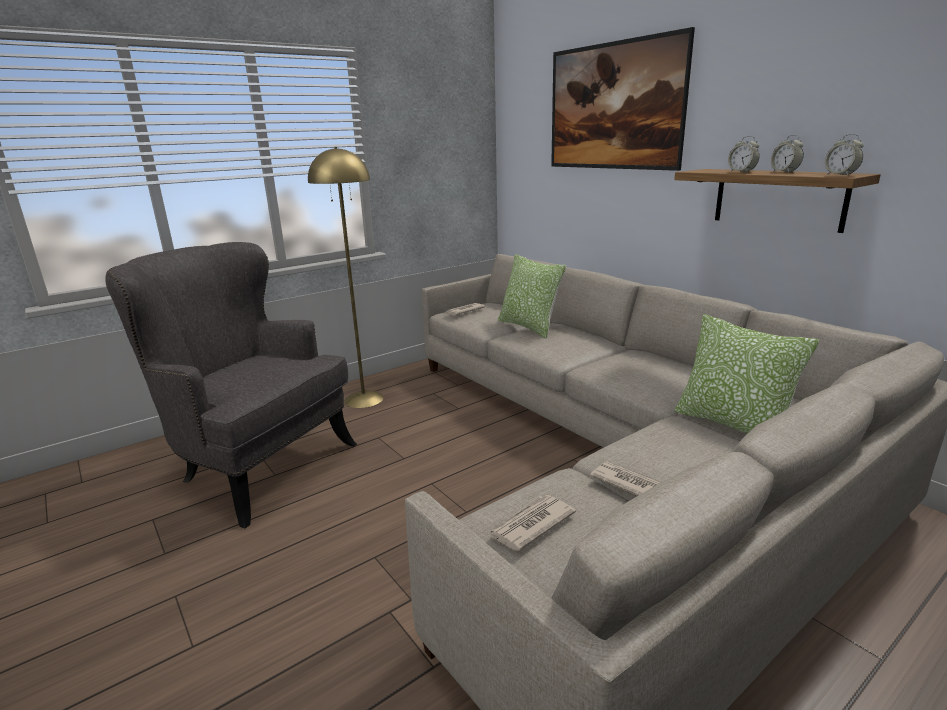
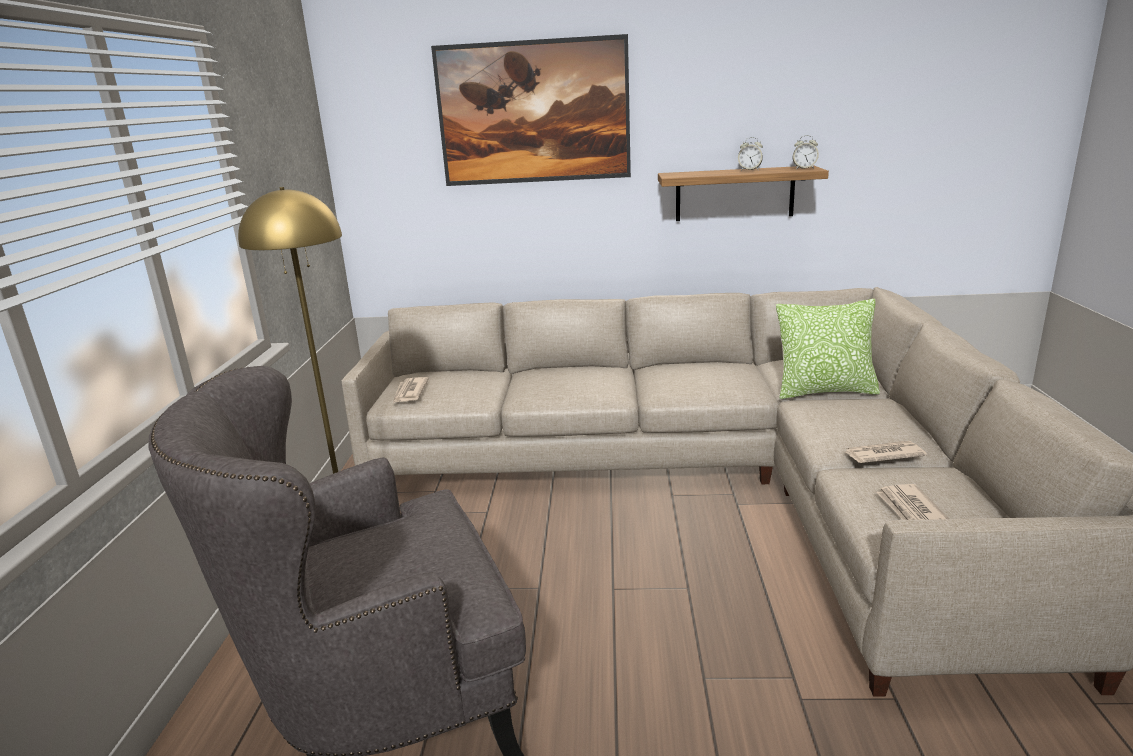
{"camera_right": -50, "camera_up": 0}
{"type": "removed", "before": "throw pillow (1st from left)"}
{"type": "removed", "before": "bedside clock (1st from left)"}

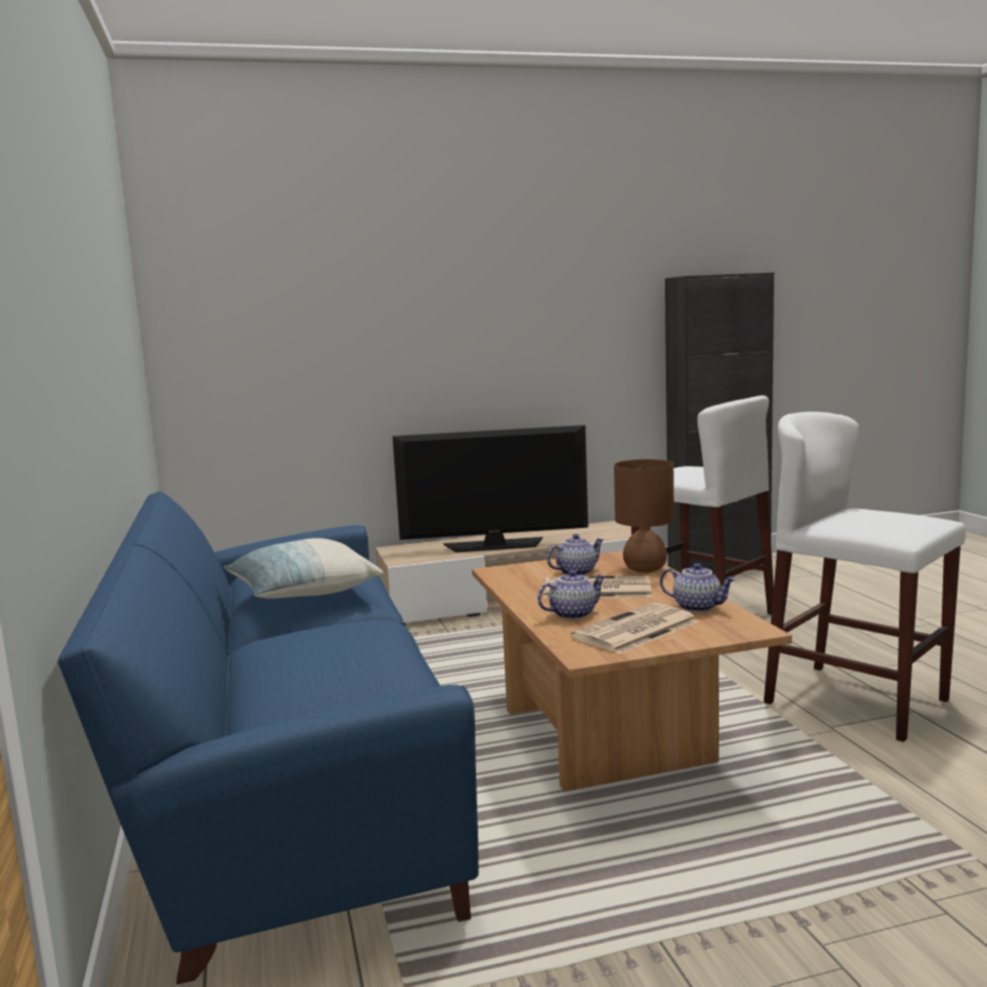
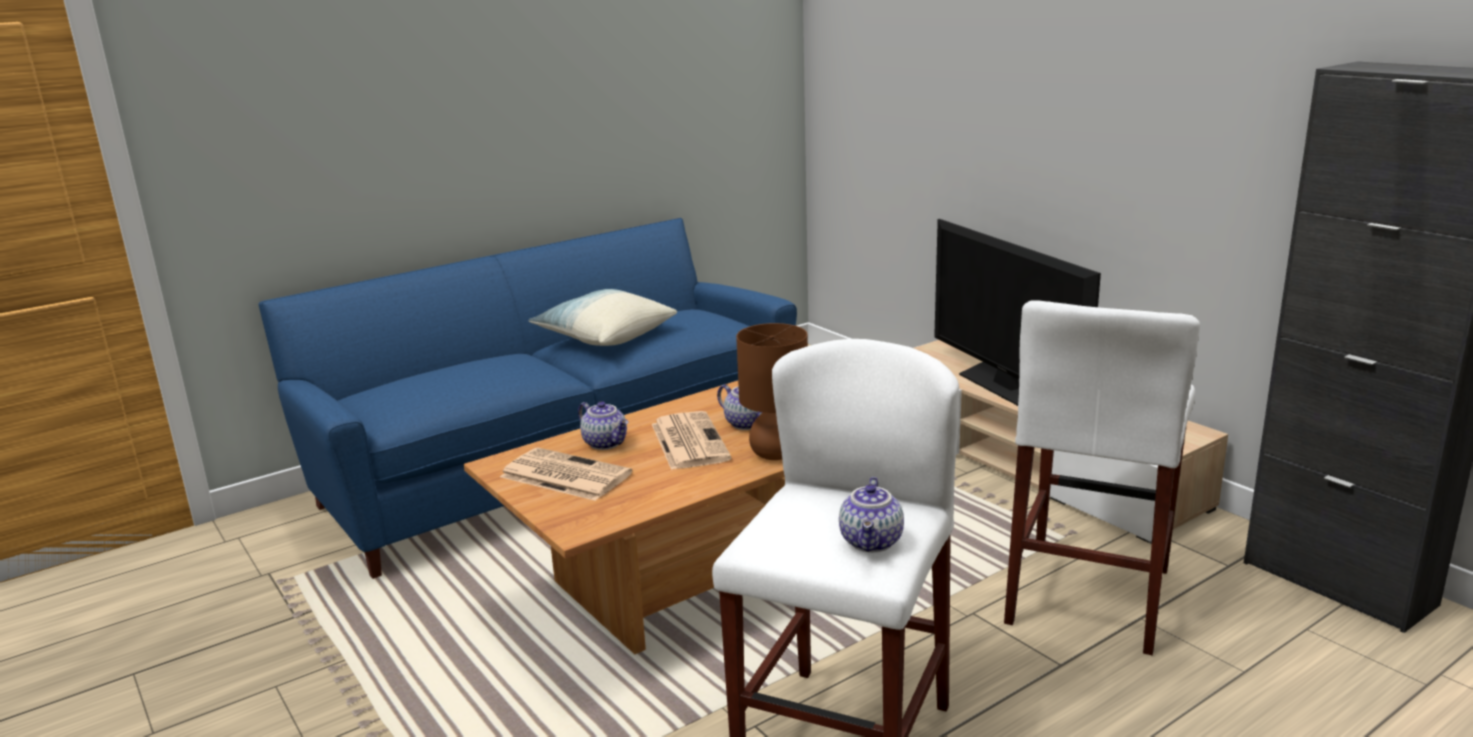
{"camera_right": 70, "camera_up": 10}
{"type": "moved", "before": "teapot (3rd from left)"}

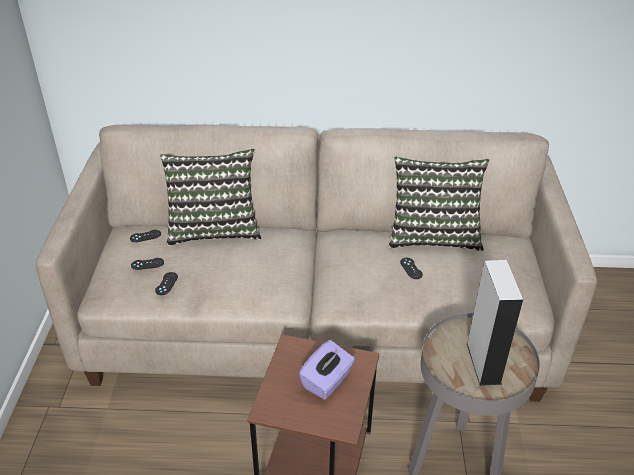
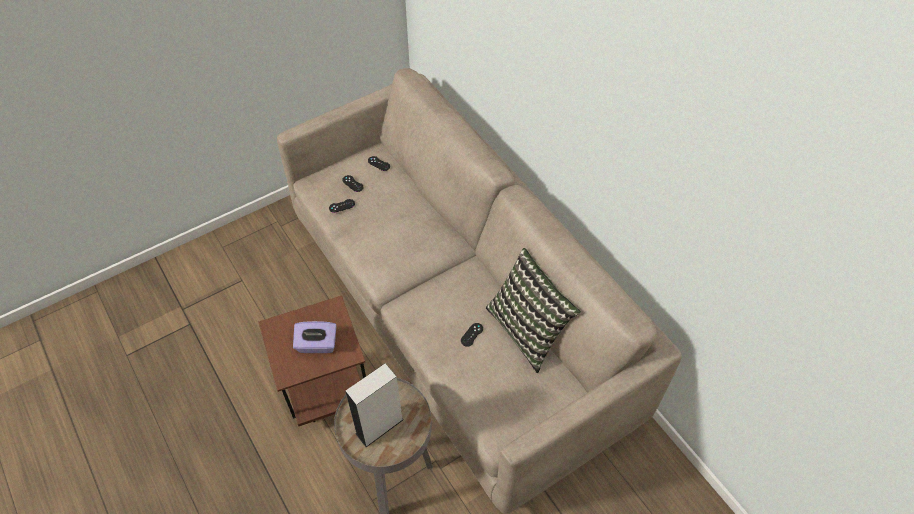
{"camera_right": 55, "camera_up": 15}
{"type": "removed", "before": "throw pillow (1st from left)"}

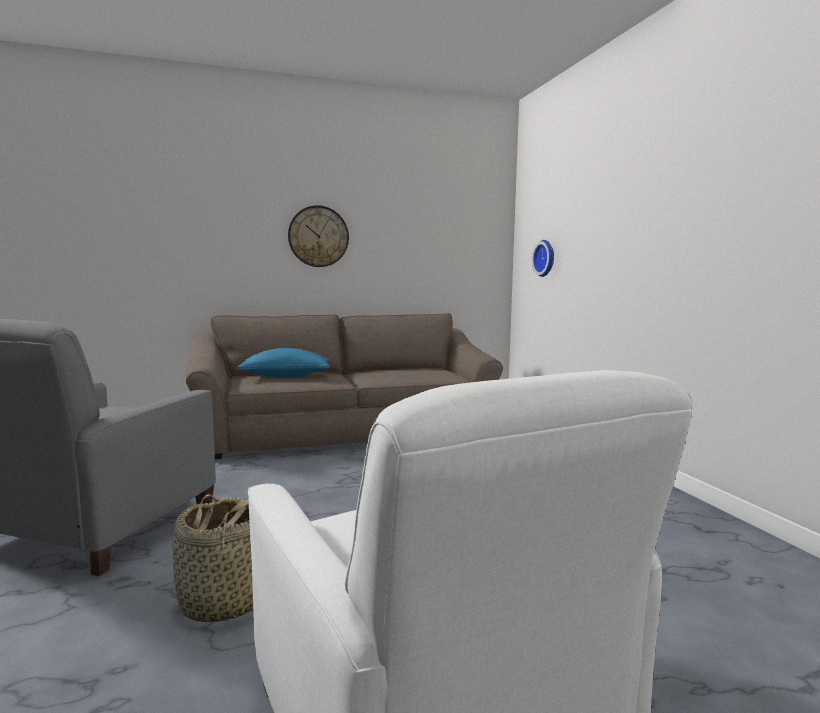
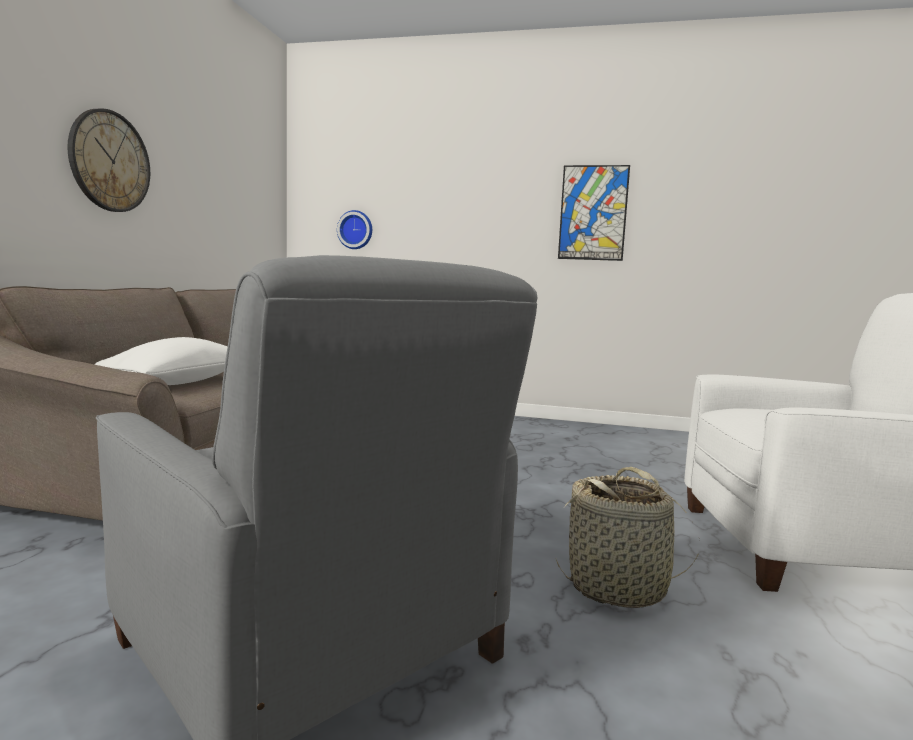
{"camera_right": -60, "camera_up": 0}
{"type": "added", "after": "wall art"}
{"type": "recoloured", "before": "throw pillow/blue", "after": "throw pillow/white"}

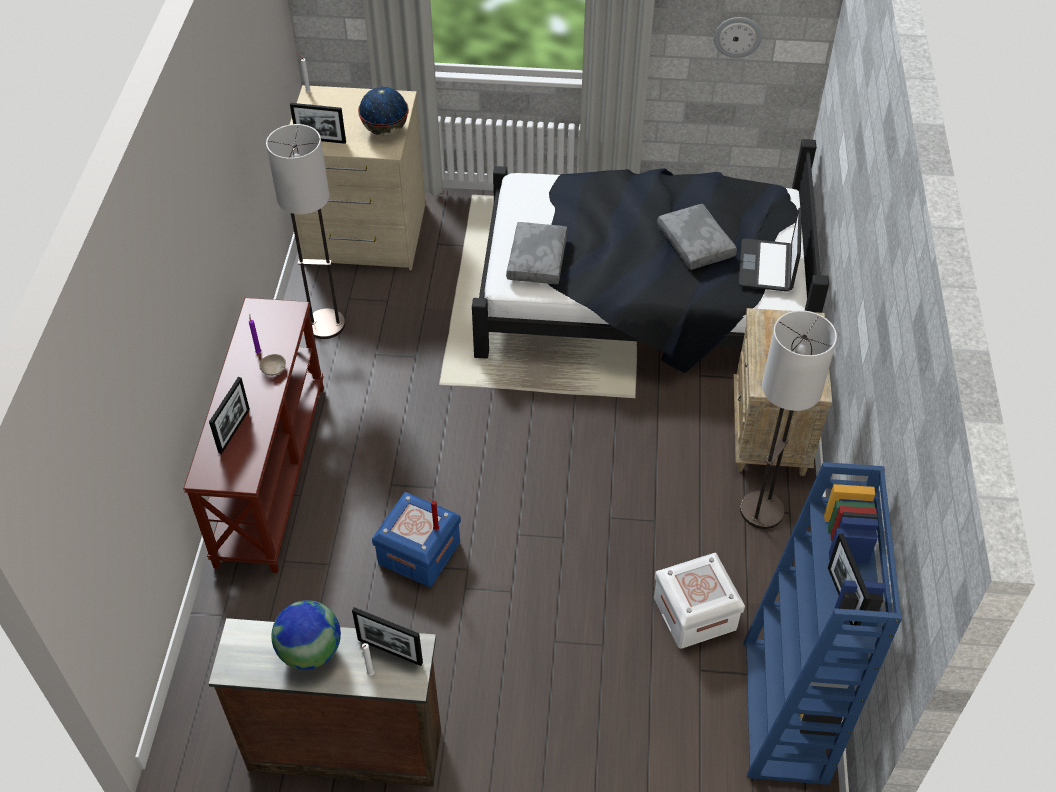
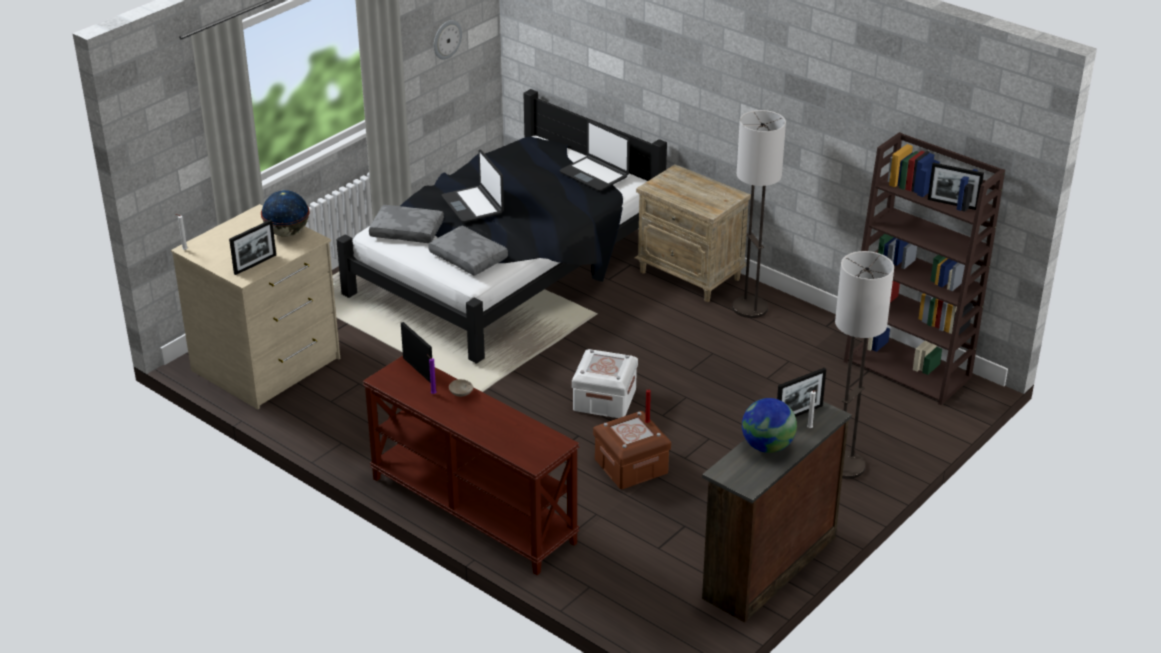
{"camera_right": -55, "camera_up": -15}
{"type": "added", "after": "laptop (1st from left)"}
{"type": "moved", "before": "standing frame (1st from left in the first image)", "after": "standing frame (2nd from left)"}
{"type": "moved", "before": "standing lamp (1st from left in the first image)", "after": "standing lamp (2nd from left)"}
{"type": "moved", "before": "storage bin/white"}
{"type": "moved", "before": "throw pillow/grey (2nd from left in the first image)", "after": "throw pillow/grey (1st from left)"}
{"type": "recoloured", "before": "storage bin/blue", "after": "storage bin/brownish"}
{"type": "recoloured", "before": "bookcase/blue", "after": "bookcase/brownish"}

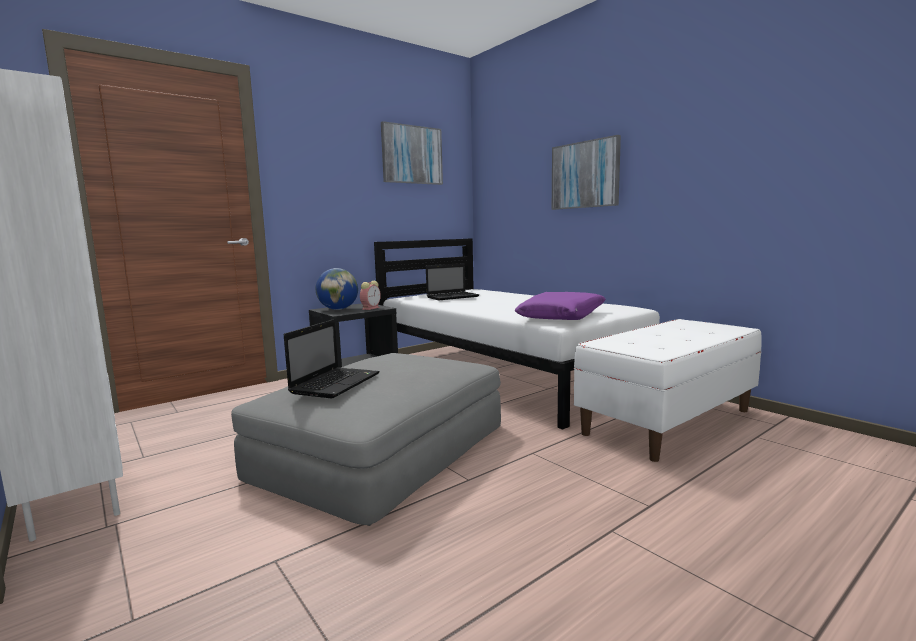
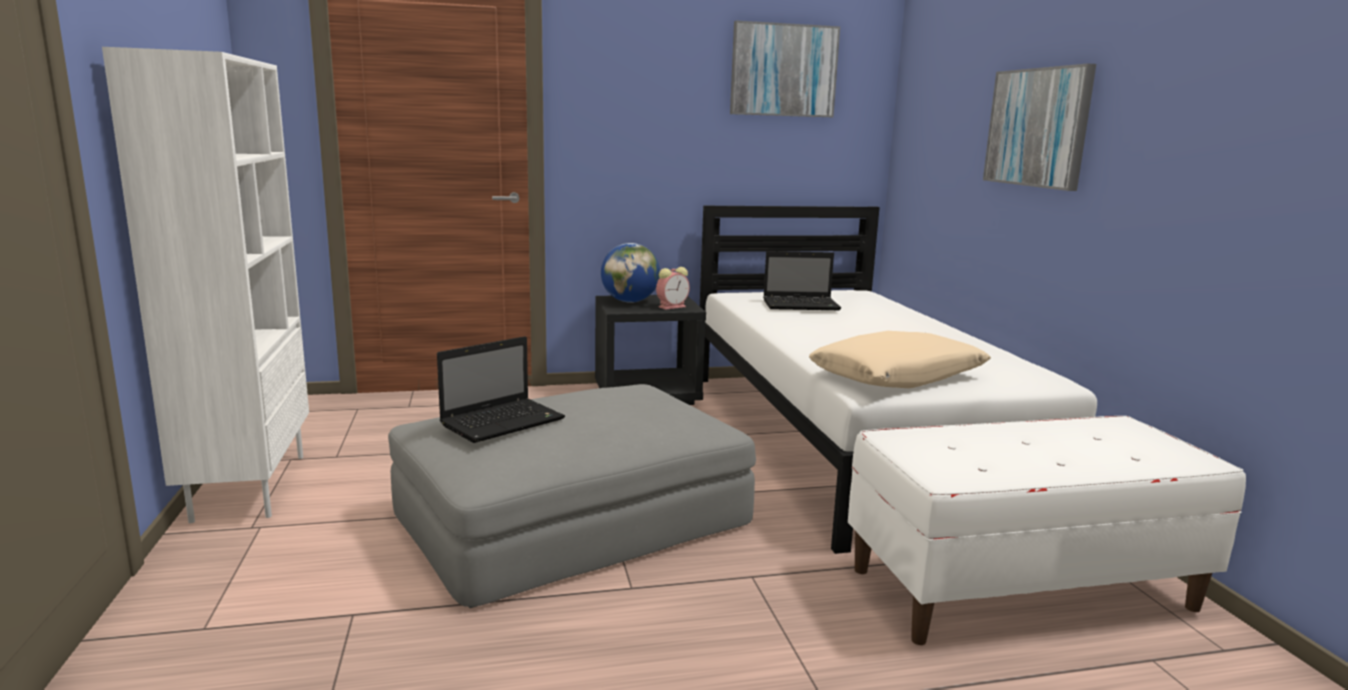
{"camera_right": 25, "camera_up": 5}
{"type": "recoloured", "before": "throw pillow/purple-coloured", "after": "throw pillow/beige-coloured"}

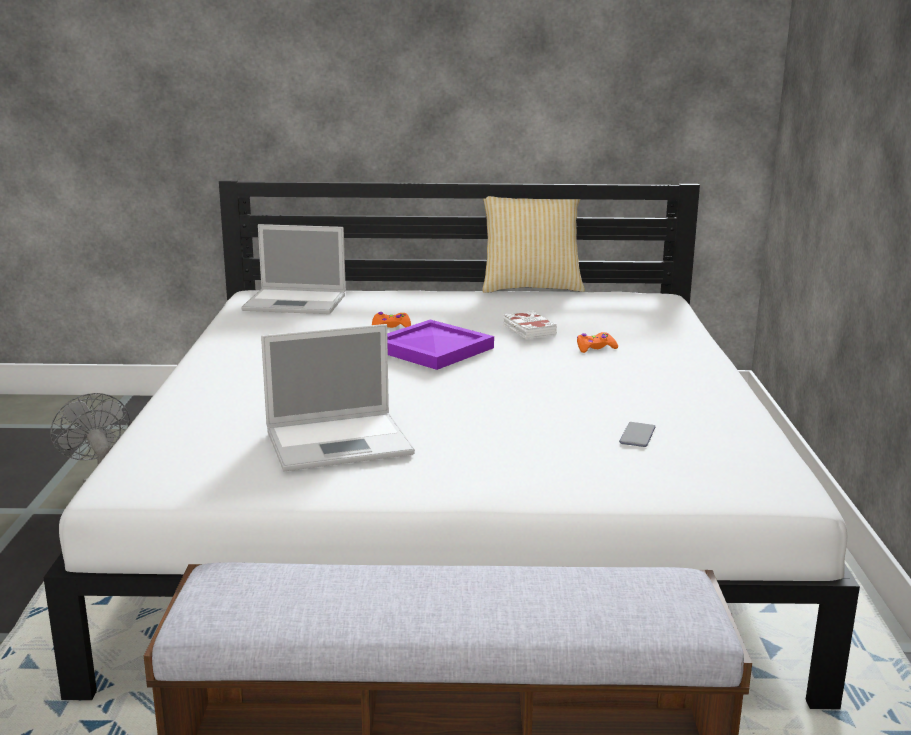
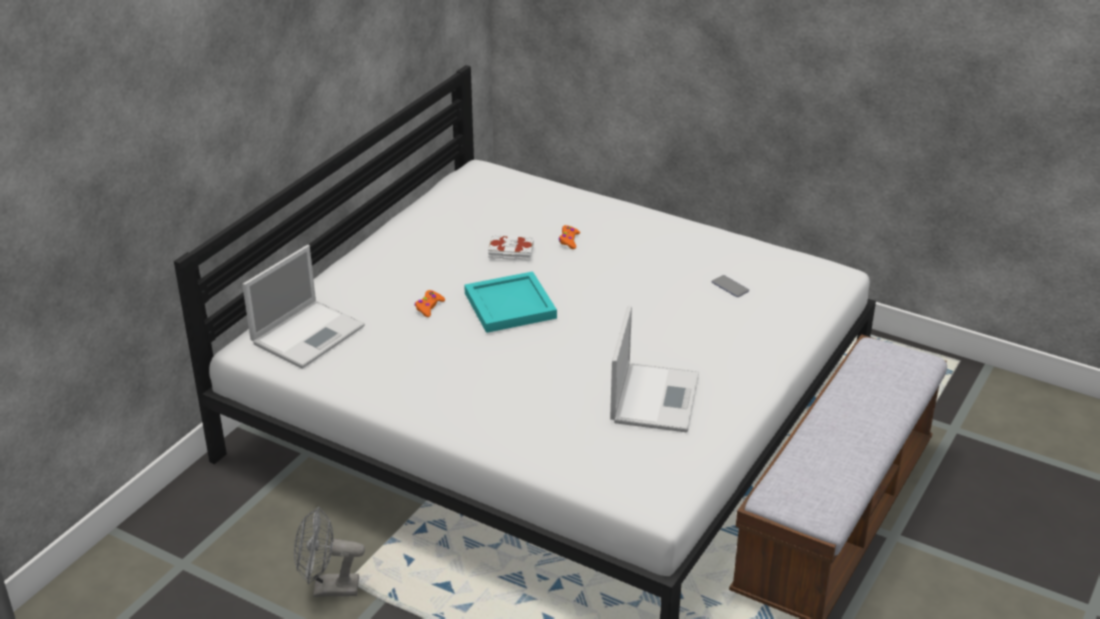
{"camera_right": -60, "camera_up": 15}
{"type": "removed", "before": "throw pillow"}
{"type": "recoloured", "before": "carrying tray/purple-coloured", "after": "carrying tray/blue-green"}

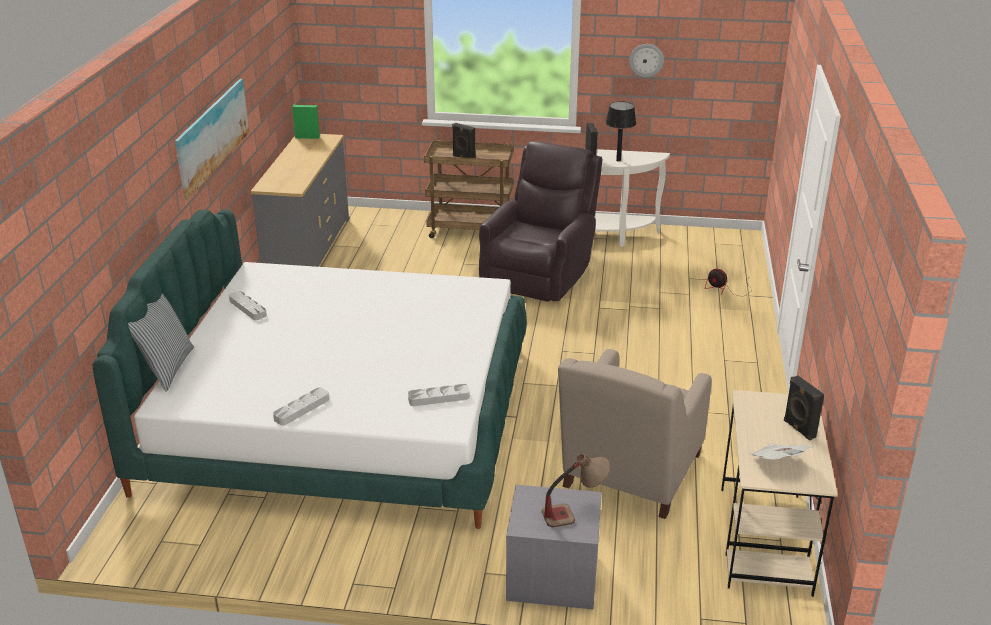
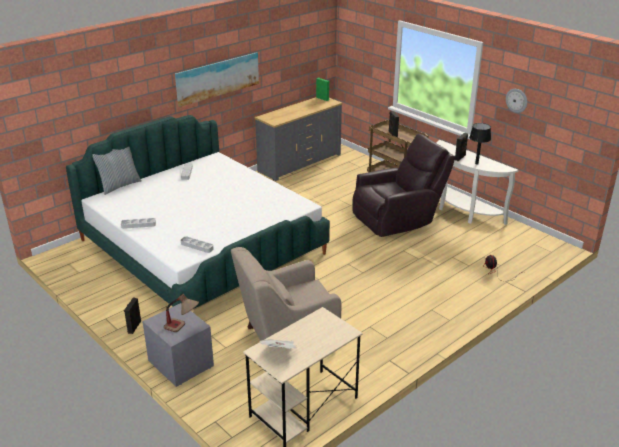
{"camera_right": 40, "camera_up": 0}
{"type": "moved", "before": "audio speaker/black (3rd from left in the first image)", "after": "audio speaker/black (1st from left)"}

